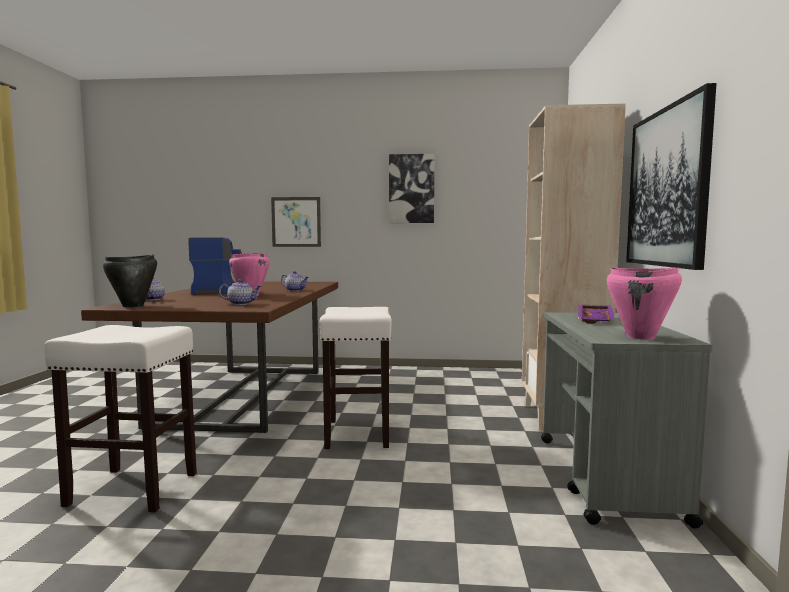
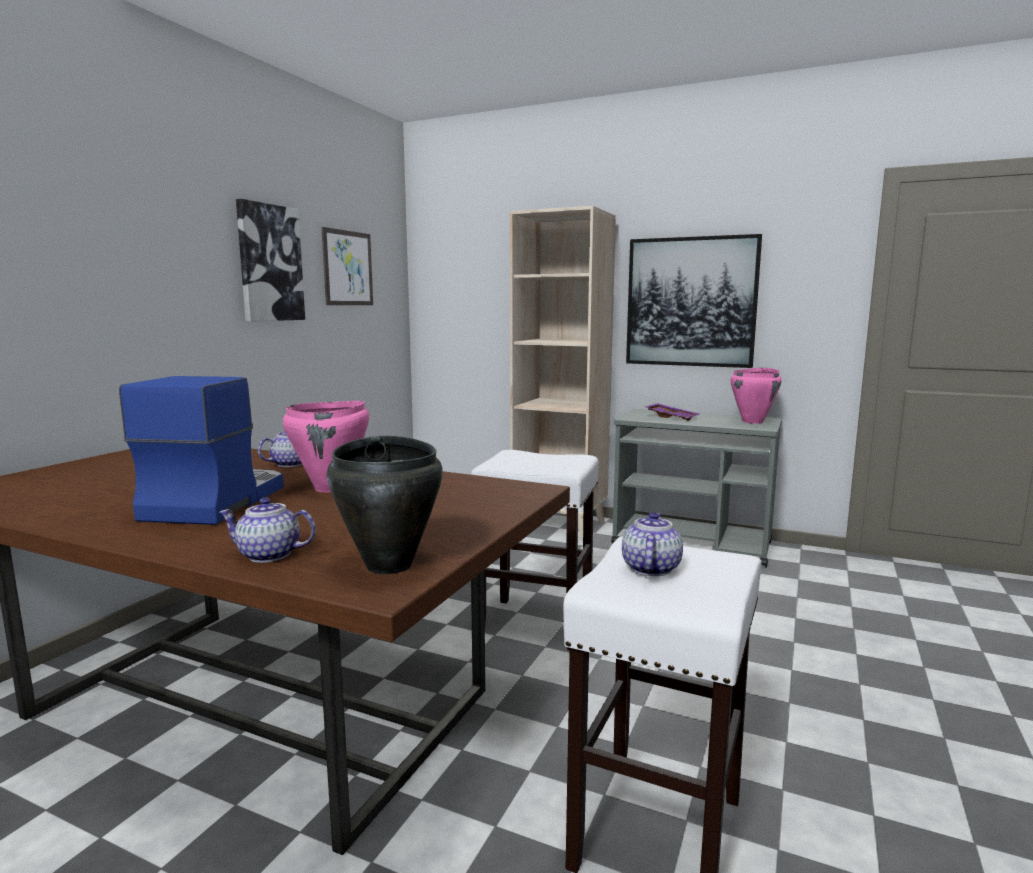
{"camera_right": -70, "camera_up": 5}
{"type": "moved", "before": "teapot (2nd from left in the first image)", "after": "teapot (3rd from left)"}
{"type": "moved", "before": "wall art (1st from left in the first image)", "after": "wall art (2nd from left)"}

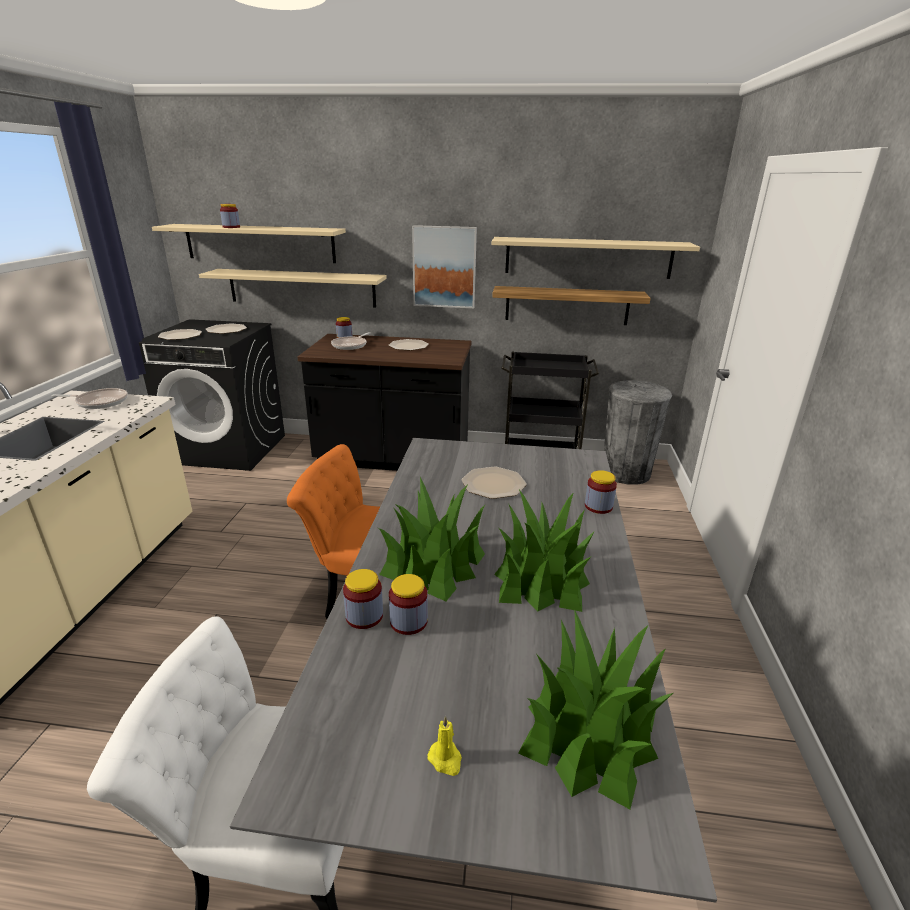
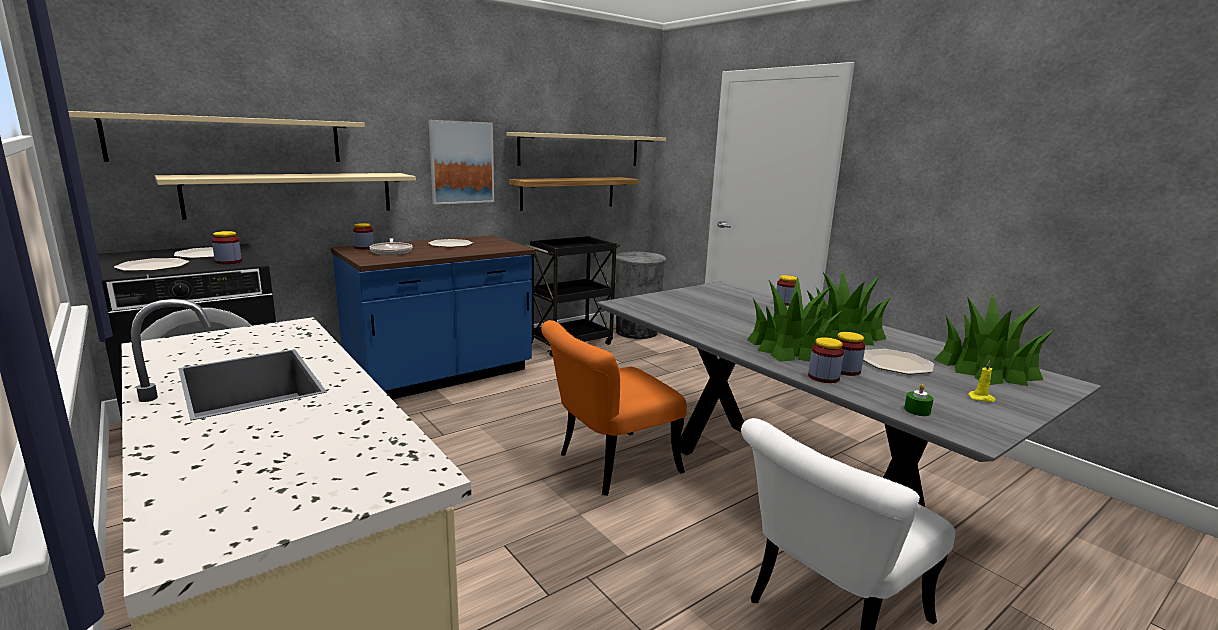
{"camera_right": -45, "camera_up": -10}
{"type": "removed", "before": "skillet (1st from left)"}
{"type": "added", "after": "wax light/greenish"}
{"type": "moved", "before": "preserve jar (1st from left)"}
{"type": "moved", "before": "flat dish (4th from left)"}
{"type": "recoloured", "before": "counter/black", "after": "counter/blue"}

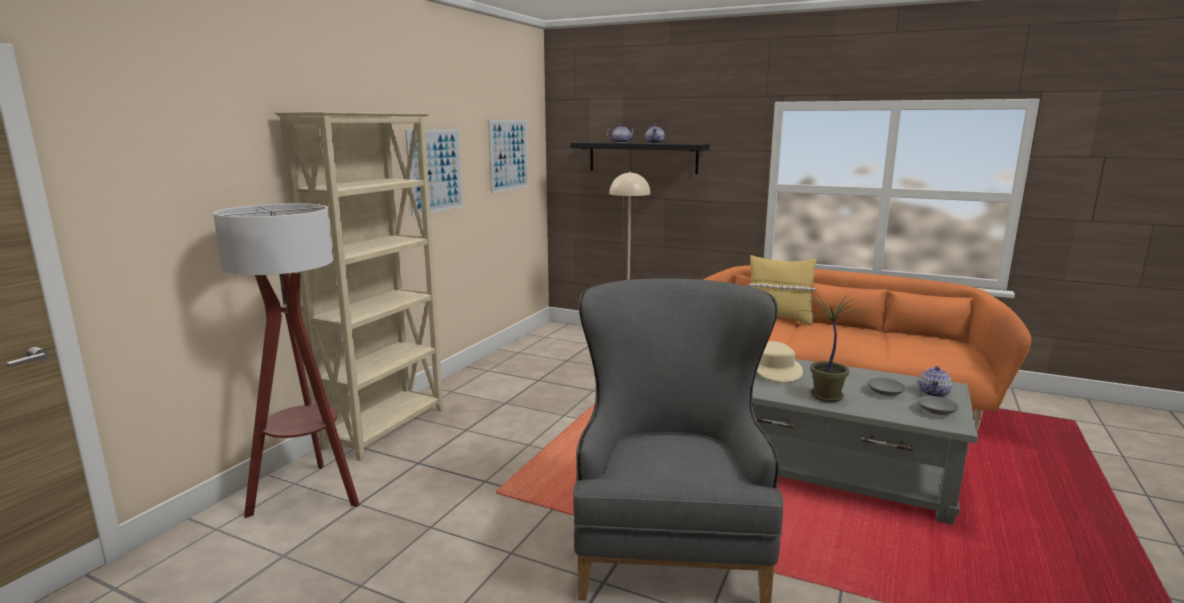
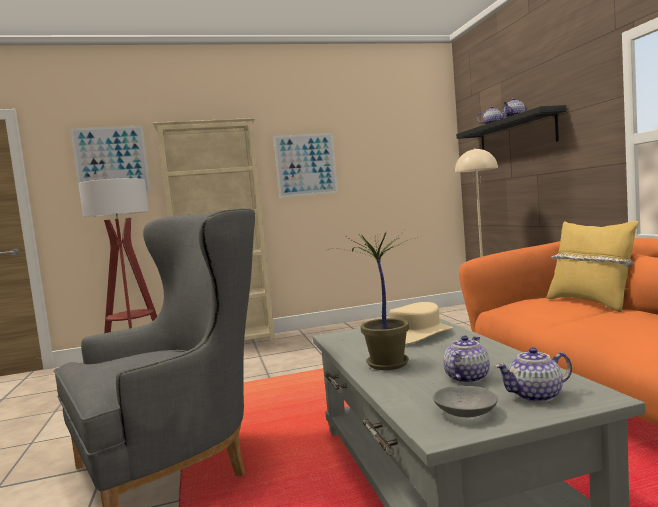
{"camera_right": 50, "camera_up": -10}
{"type": "moved", "before": "wall art (2nd from left in the first image)", "after": "wall art (1st from left)"}
{"type": "replaced", "before": "serving bowl/grey (1st from left)", "after": "teapot (1st from left)"}

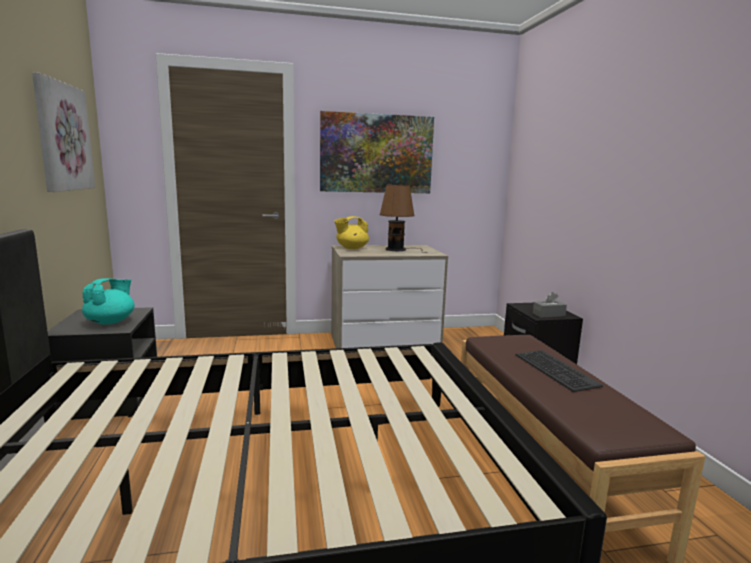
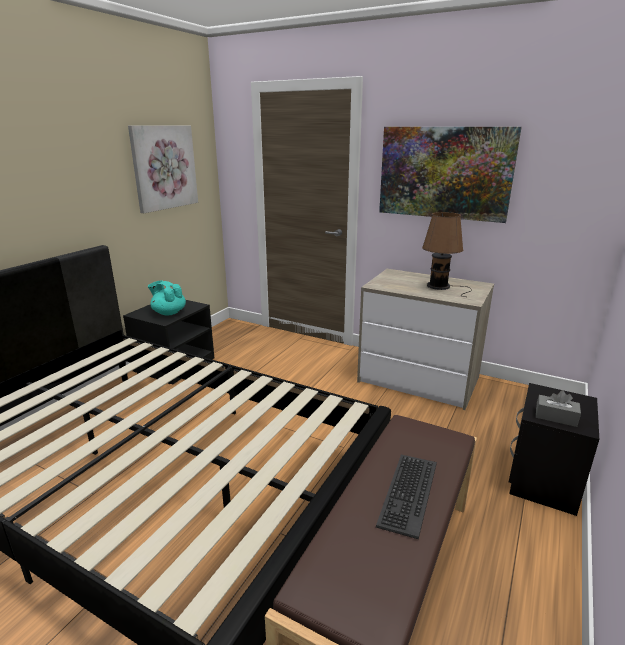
{"camera_right": 40, "camera_up": 10}
{"type": "removed", "before": "teapot/yellow"}
{"type": "turned", "before": "teapot/blue-green", "turn": -120}

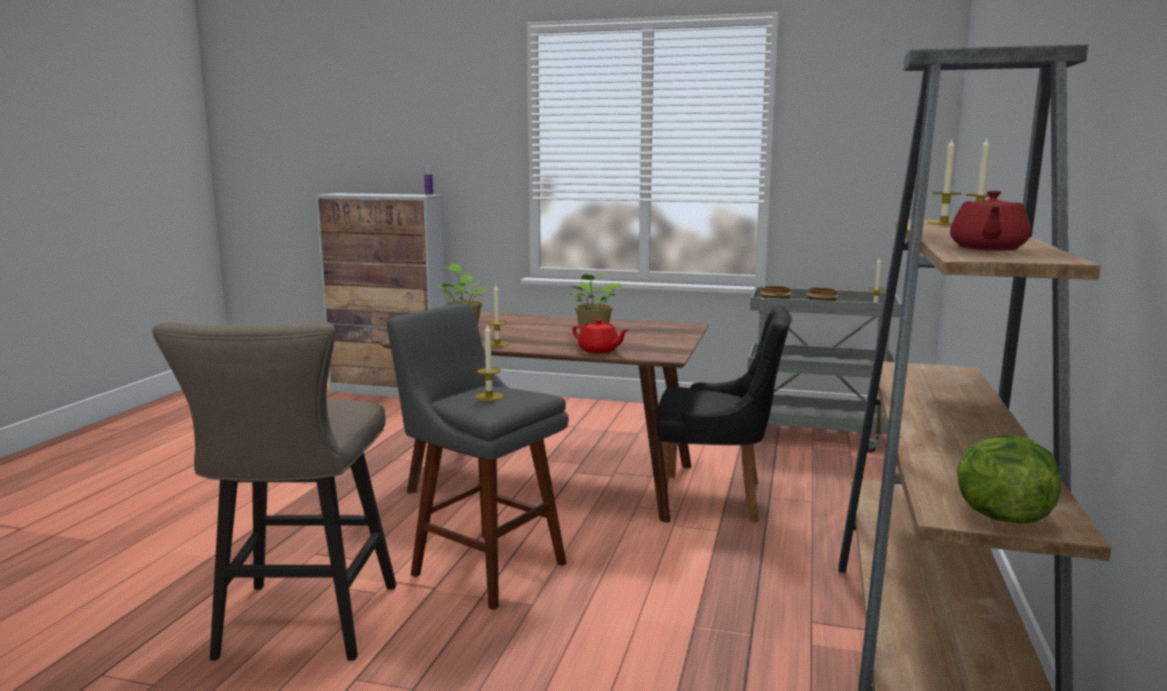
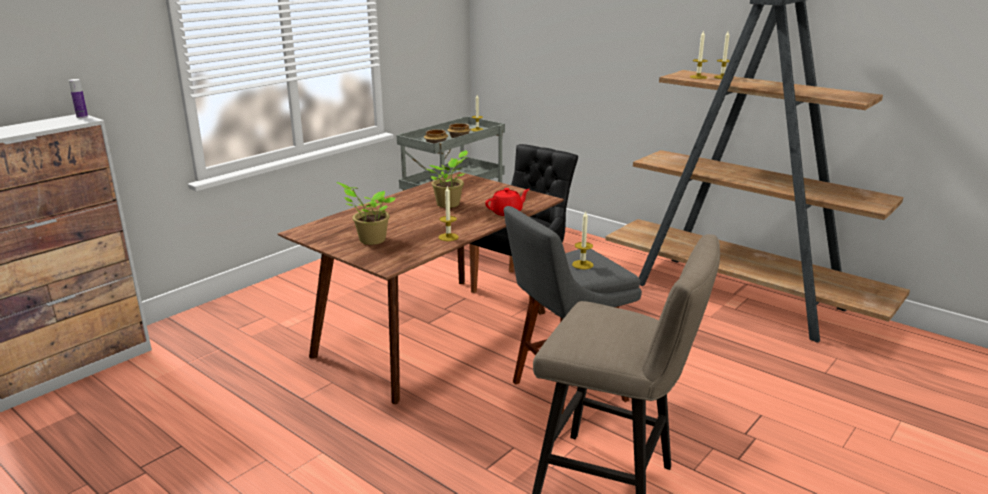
{"camera_right": -65, "camera_up": 10}
{"type": "removed", "before": "teapot/red-coloured (2nd from left)"}
{"type": "removed", "before": "head of lettuce"}

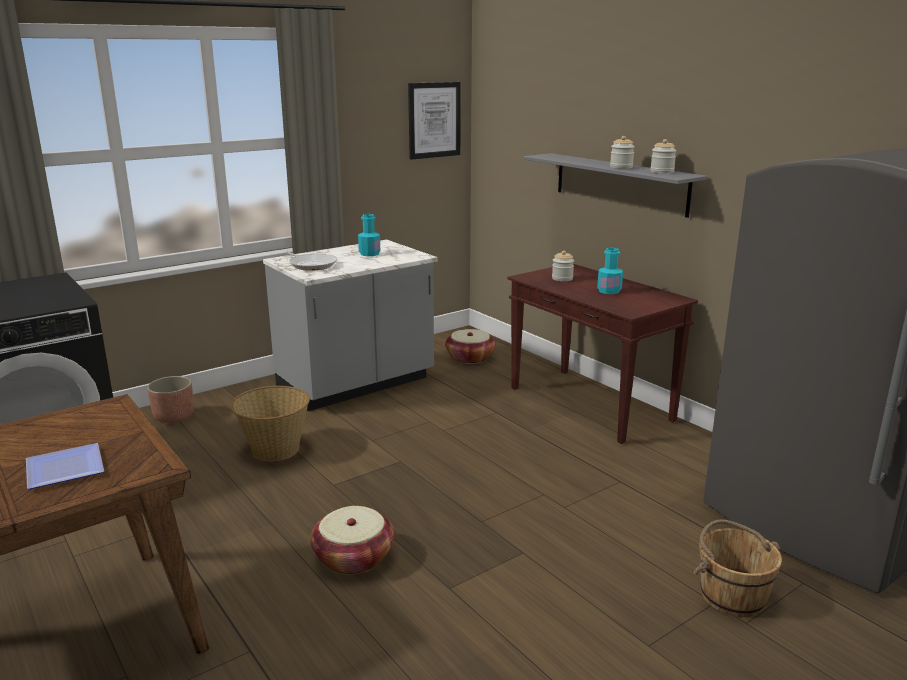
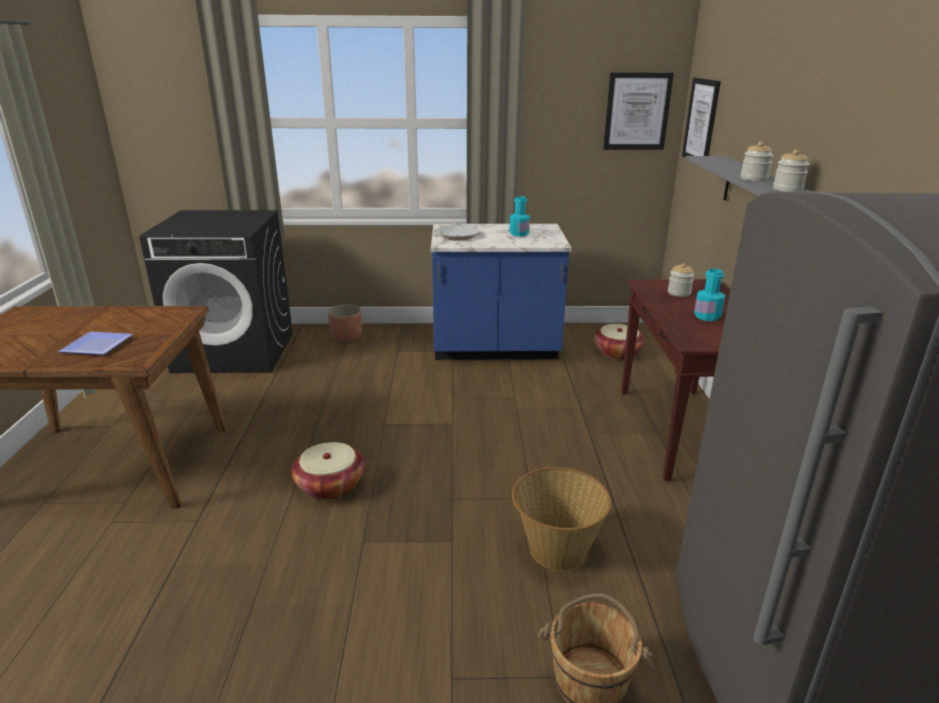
{"camera_right": 35, "camera_up": 5}
{"type": "added", "after": "wall art (2nd from left)"}
{"type": "moved", "before": "household basket (1st from left in the first image)", "after": "household basket (2nd from left)"}
{"type": "recoloured", "before": "counter/grey", "after": "counter/blue"}

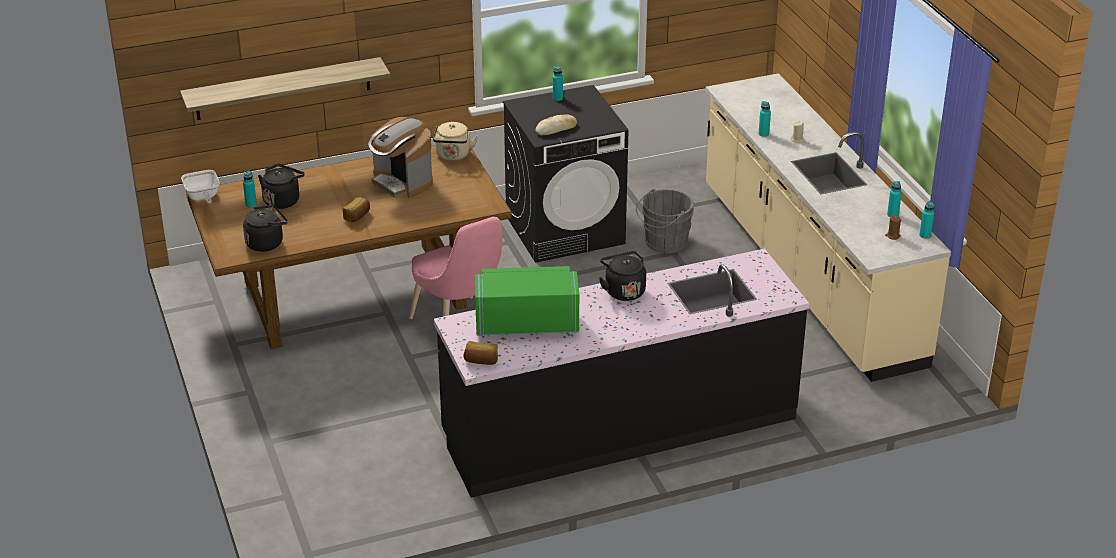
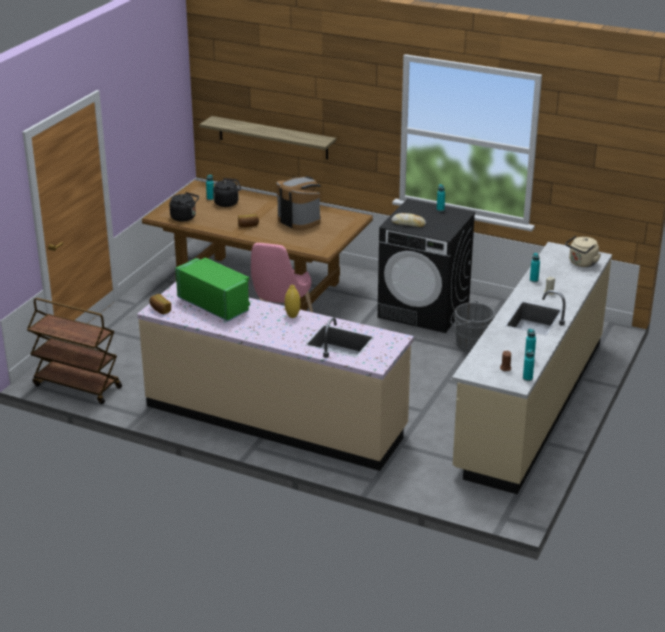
{"camera_right": 45, "camera_up": -5}
{"type": "removed", "before": "skillet"}
{"type": "added", "after": "cart/brownish"}
{"type": "moved", "before": "water kettle/beige-coloured"}
{"type": "replaced", "before": "water kettle/black (3rd from left)", "after": "flower vase/yellow"}
{"type": "recoloured", "before": "counter/black", "after": "counter/beige-coloured (1st from left)"}
{"type": "turned", "before": "coffee maker", "turn": 135}

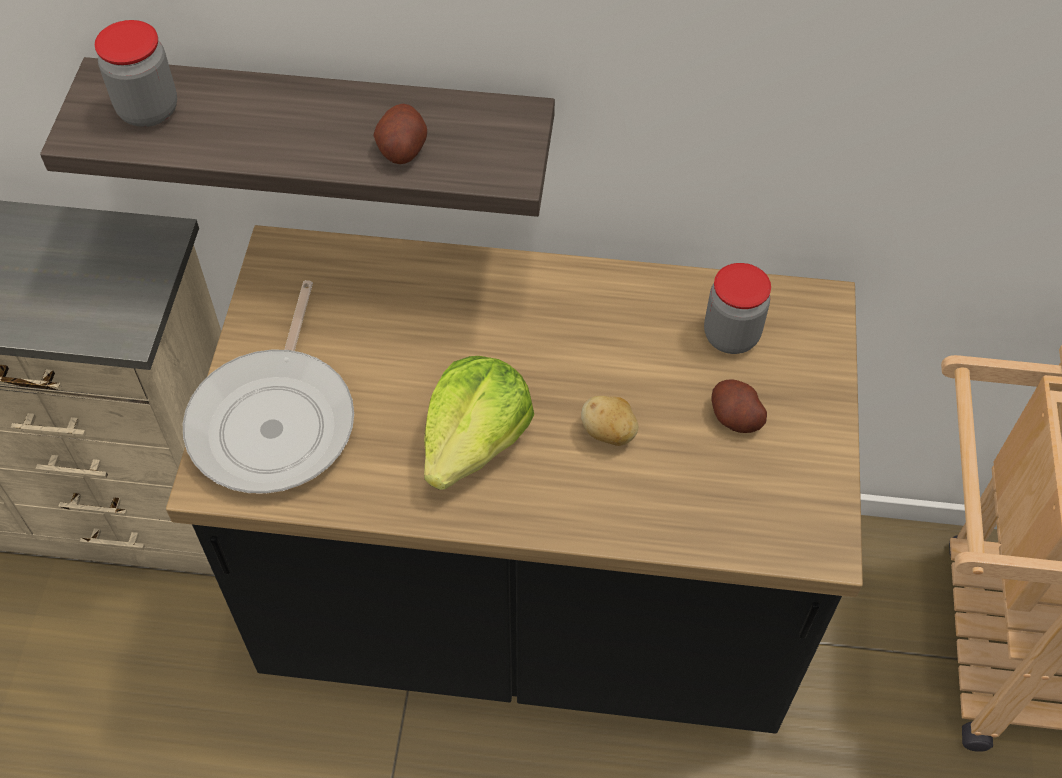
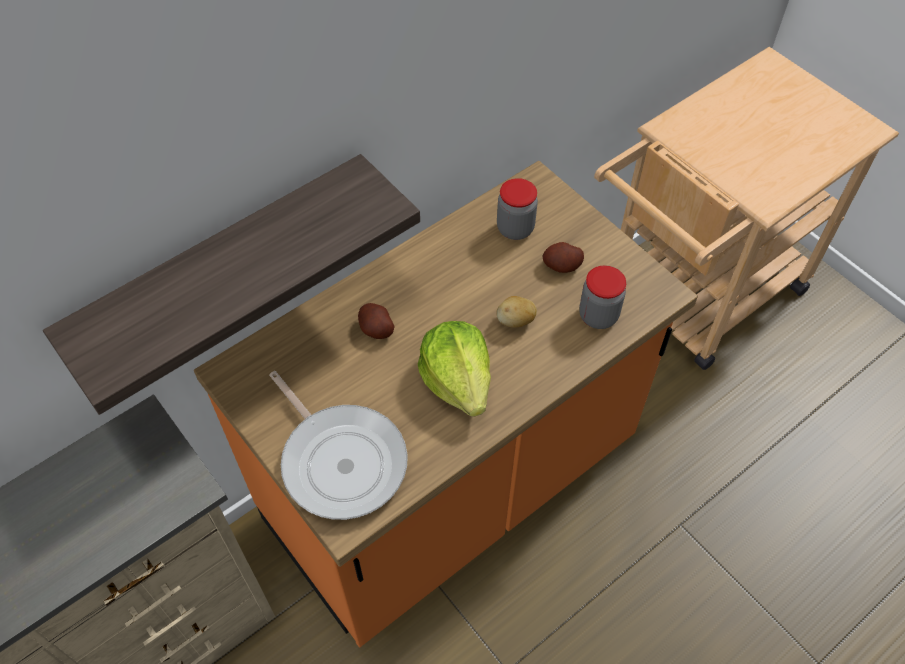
{"camera_right": -45, "camera_up": 0}
{"type": "moved", "before": "preserve jar (1st from left in the first image)", "after": "preserve jar (2nd from left)"}
{"type": "moved", "before": "potato (1st from left)"}
{"type": "recoloured", "before": "counter/black", "after": "counter/orange"}

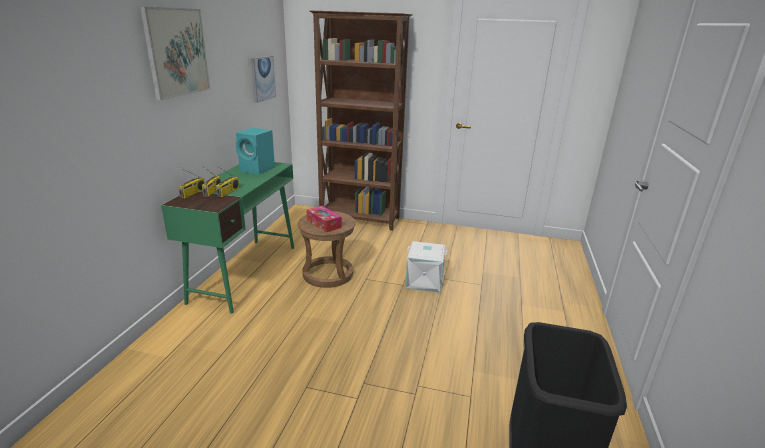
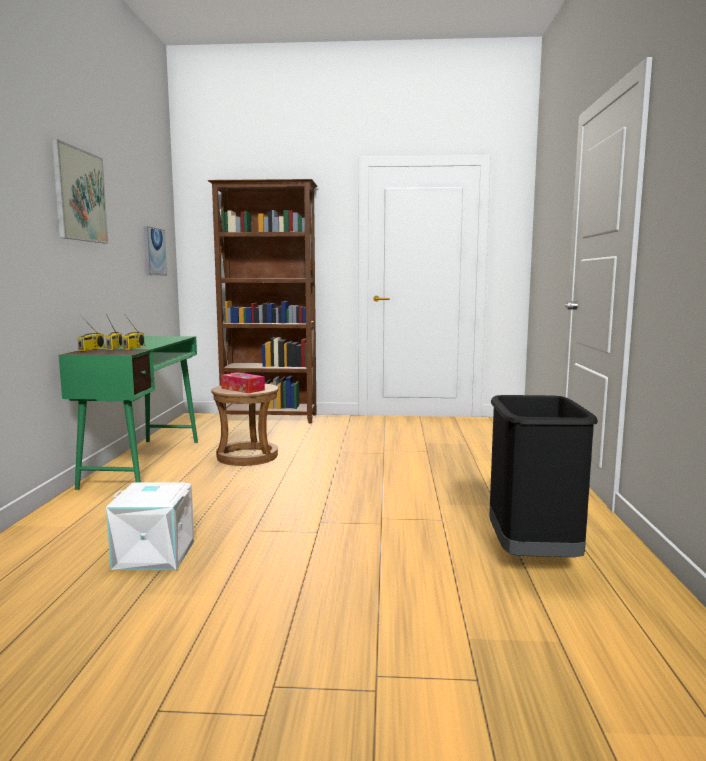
{"camera_right": -10, "camera_up": -15}
{"type": "removed", "before": "audio speaker/blue-green"}
{"type": "moved", "before": "storage bin/white"}

